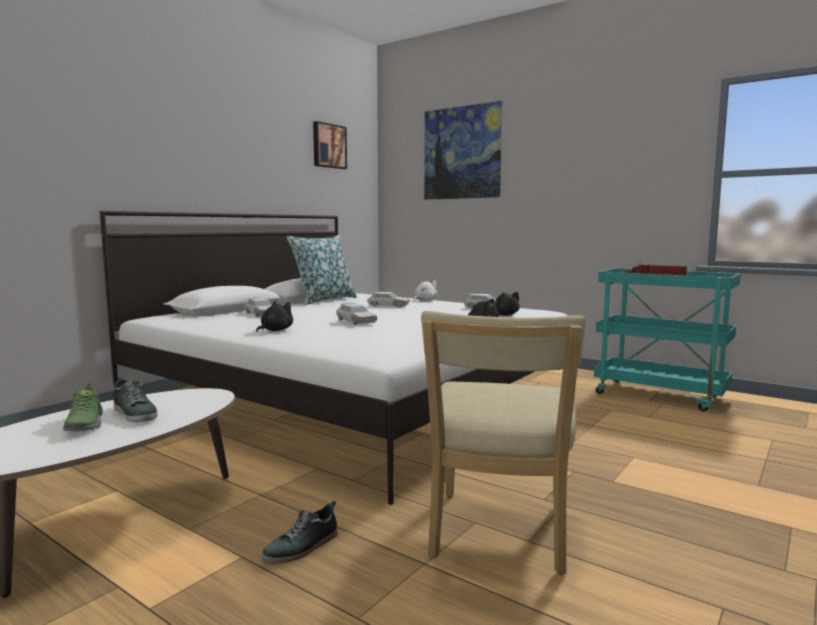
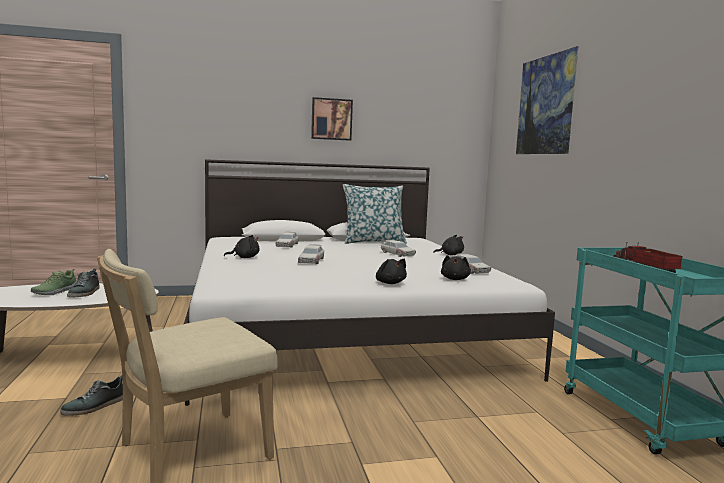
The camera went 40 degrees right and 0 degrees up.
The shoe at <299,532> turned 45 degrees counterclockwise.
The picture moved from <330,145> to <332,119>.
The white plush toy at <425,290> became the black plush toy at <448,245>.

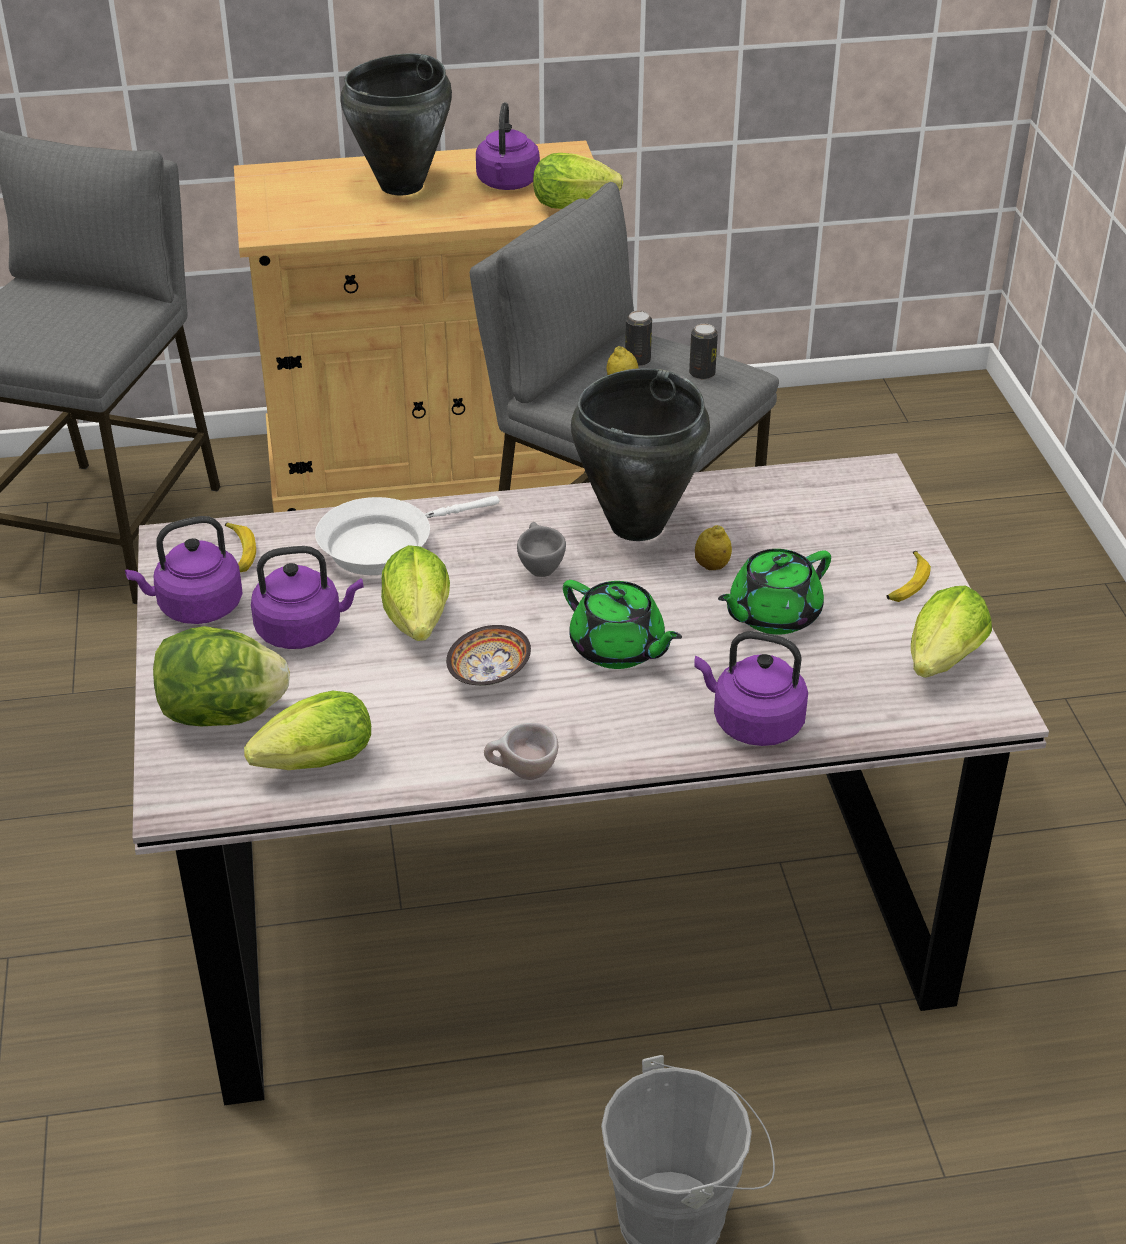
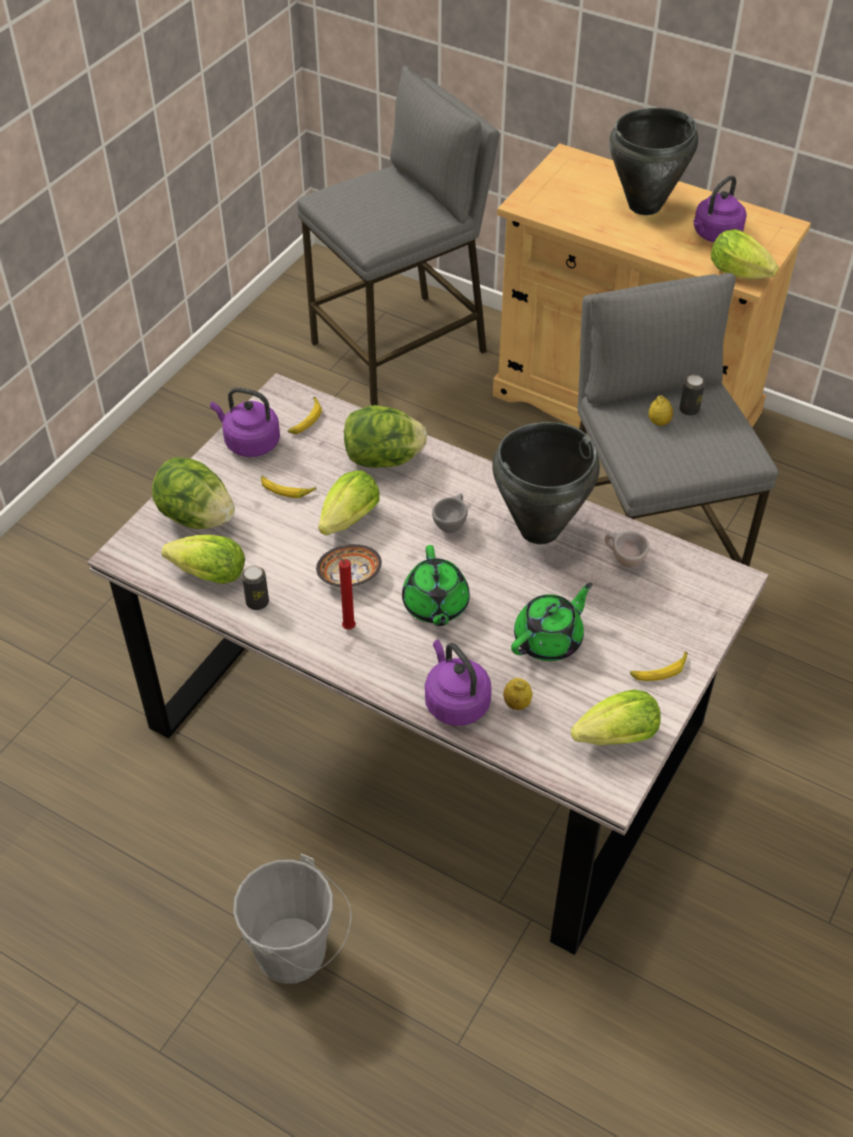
The camera went 40 degrees right and 10 degrees up.
The purple kettle at <307,597> was replaced by the banana at <288,487>.
The white frying pan at <407,535> was replaced by the lettuce at <385,436>.
The beige cup moved from <521,751> to <627,549>.
The can moved from <703,351> to <255,588>.
The lemon moved from <713,547> to <517,694>.
The green teapot at <774,592> turned 135 degrees clockwise.
The red candle at <344,590> appeared.

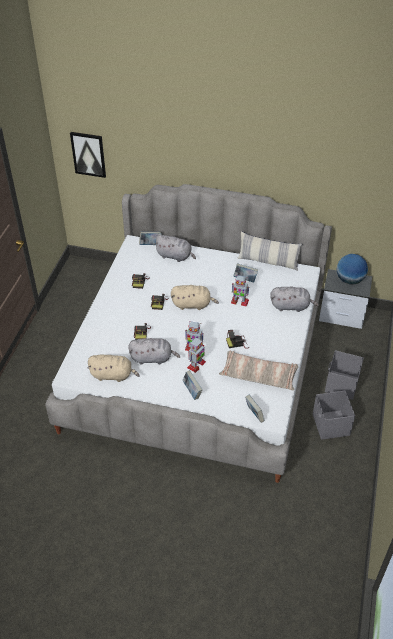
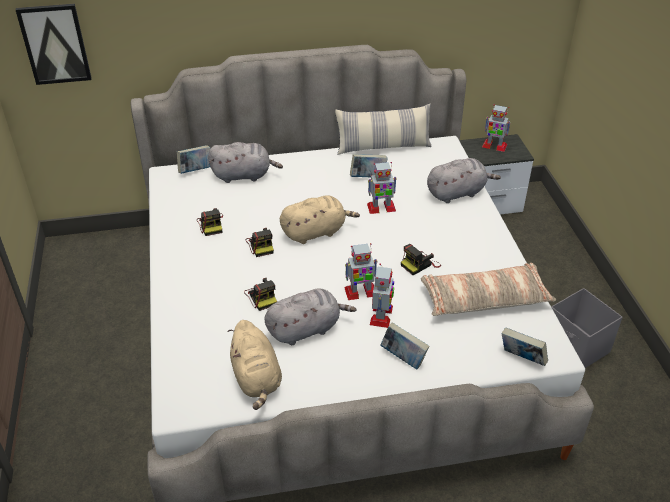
The camera went 25 degrees left and 5 degrees down.
The beige plush toy at <113,368> turned 90 degrees clockwise.
The grey storage box at <344,375> disappeared.
The globe at <352,269> was replaced by the toy robot at <496,128>.

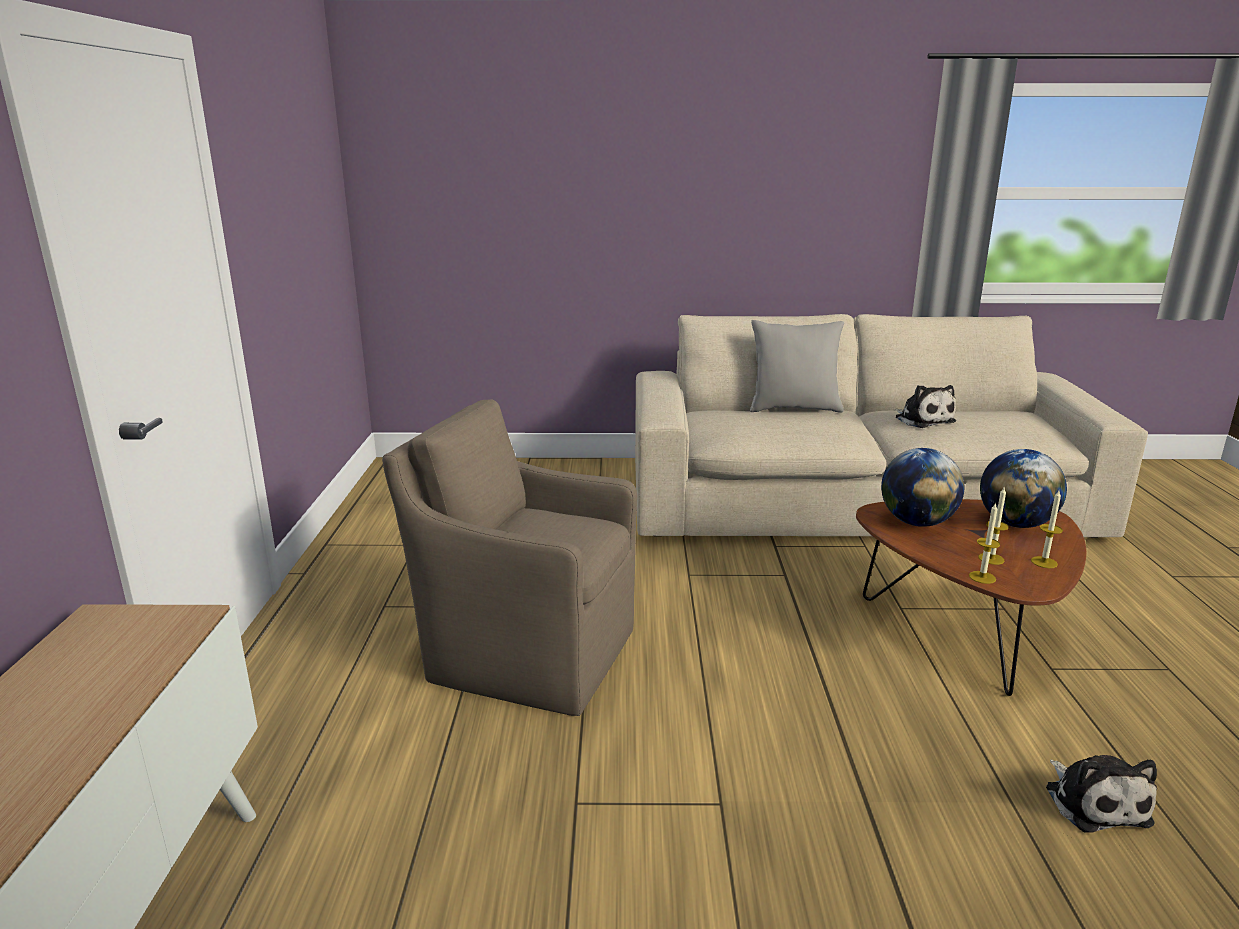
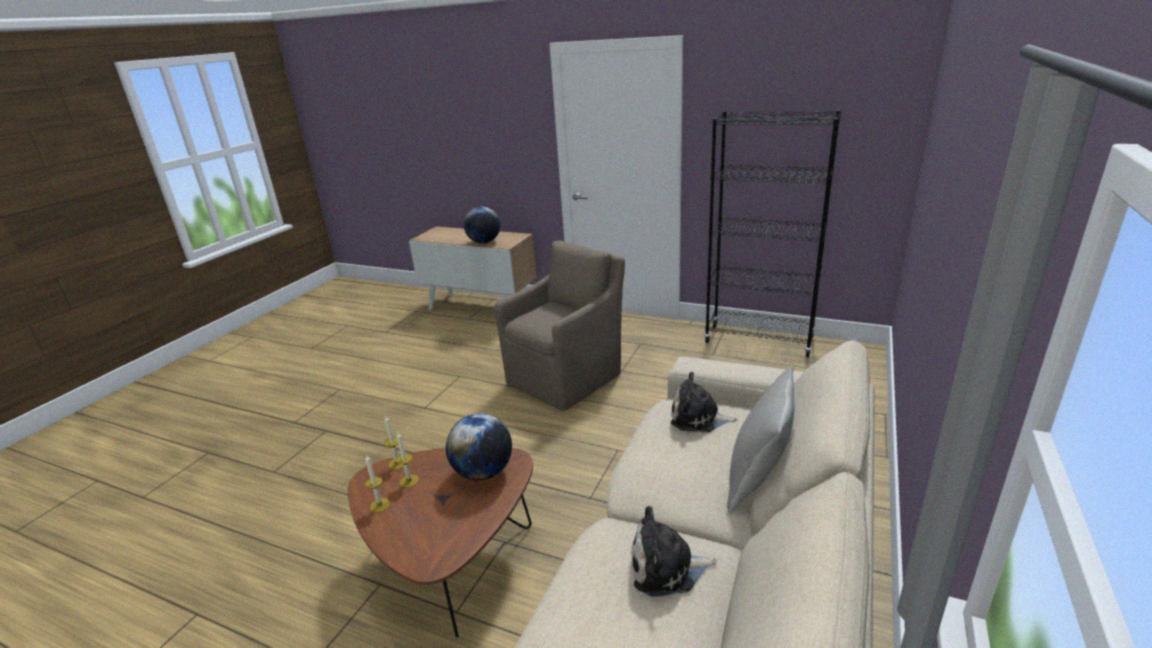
The camera went 115 degrees right and 5 degrees up.
The globe moved from <1023,488> to <482,224>.
The plush toy moved from <1101,794> to <704,402>.
The black bookcase at <772,233> appeared.

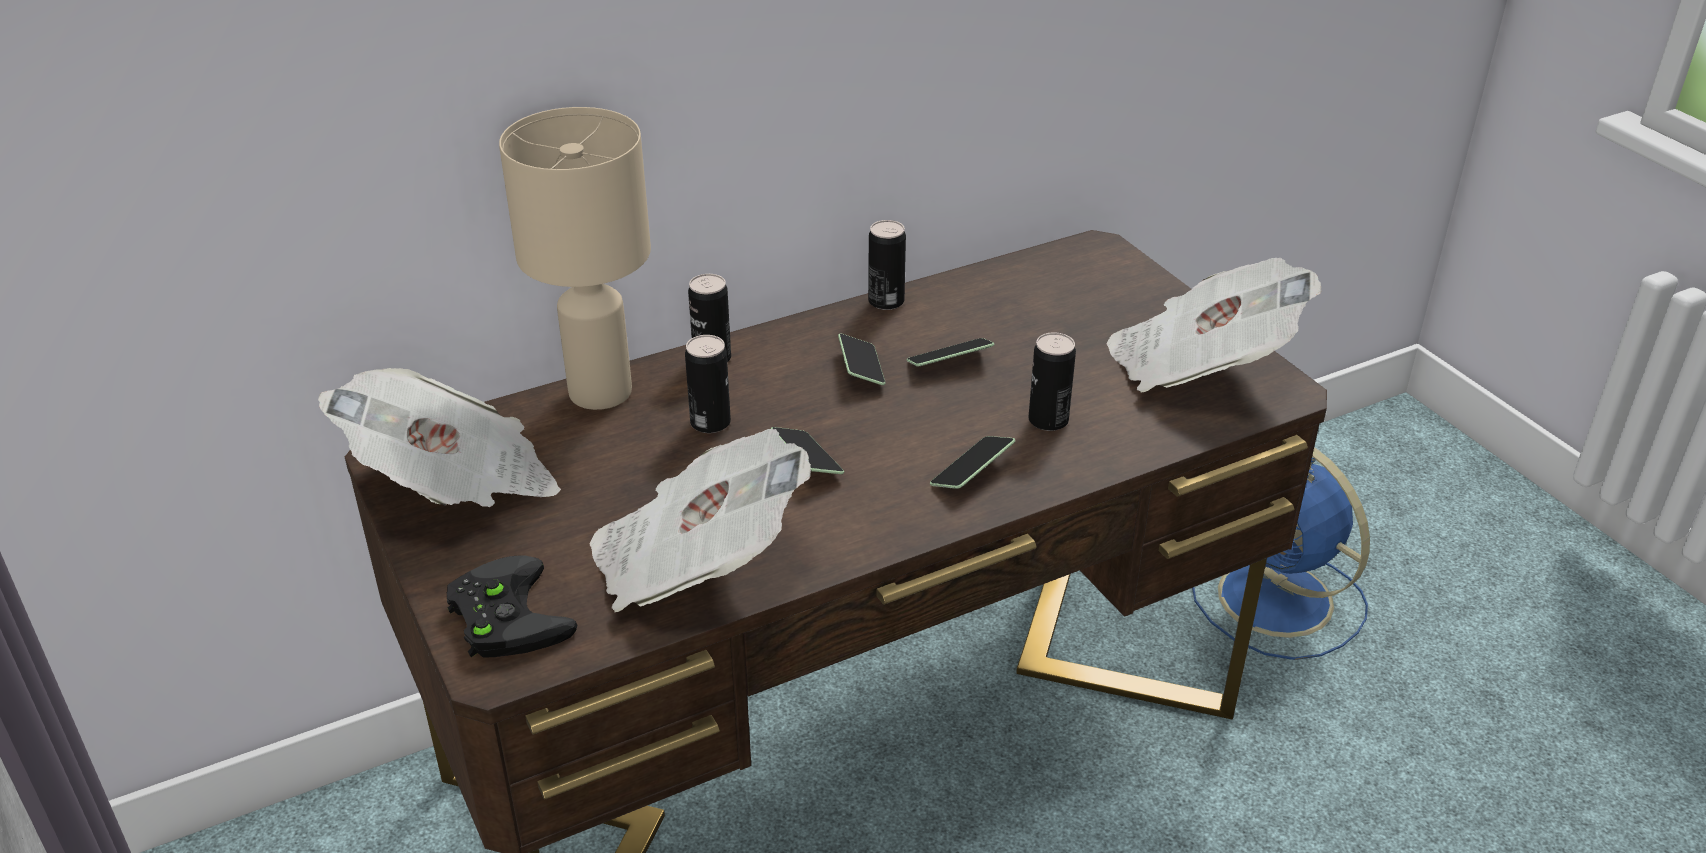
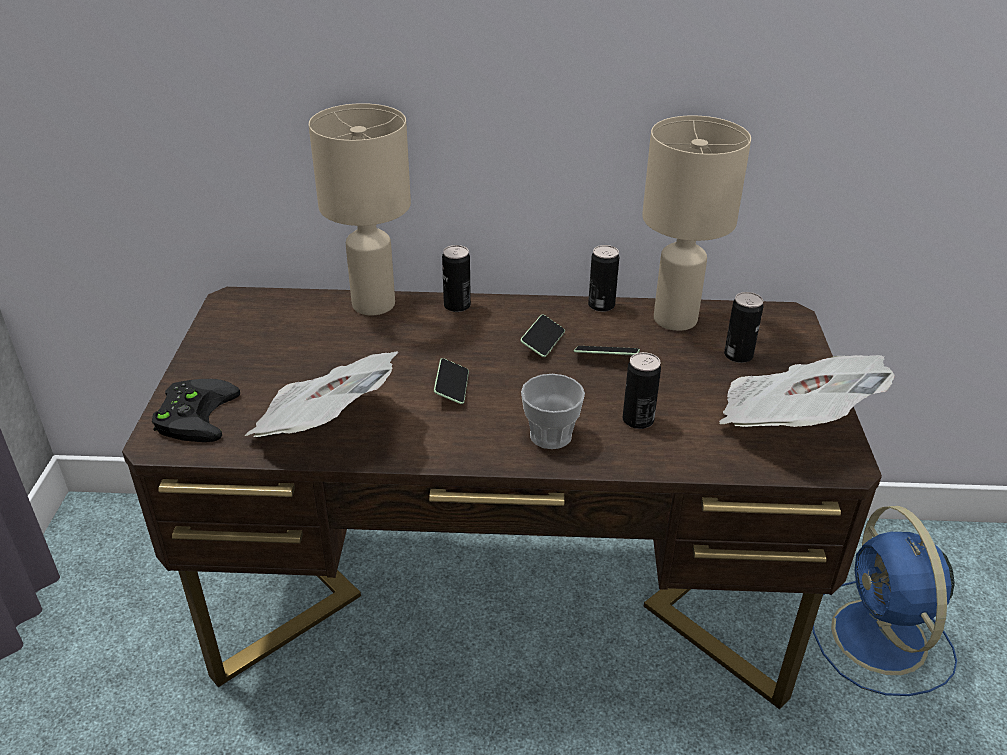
The camera went 30 degrees right and 0 degrees up.
The newspaper at <439,437> disappeared.
The can moved from <708,384> to <744,327>.
The phone at <972,462> was replaced by the cup at <553,411>.
The beige table lamp at <696,223> appeared.

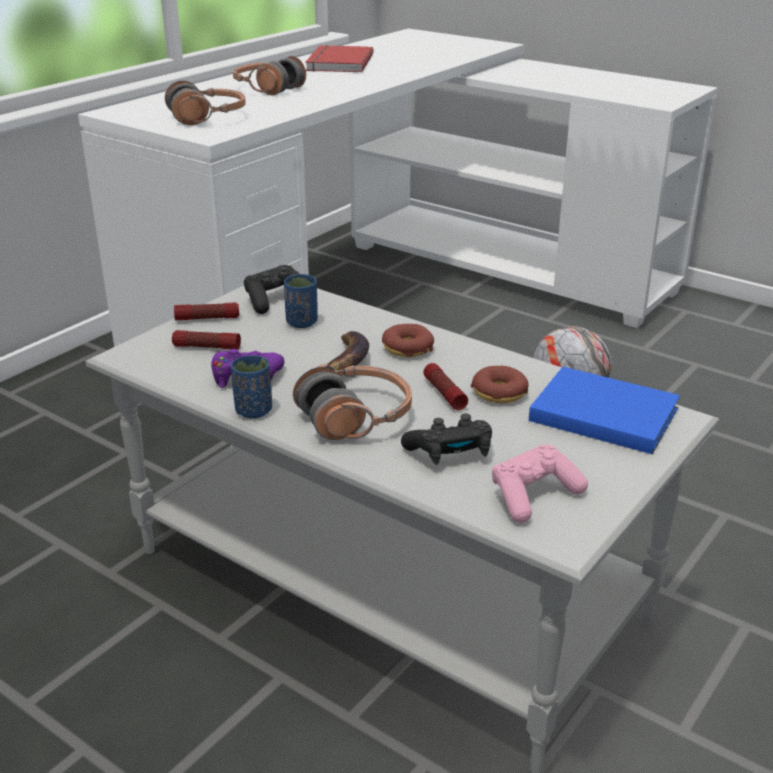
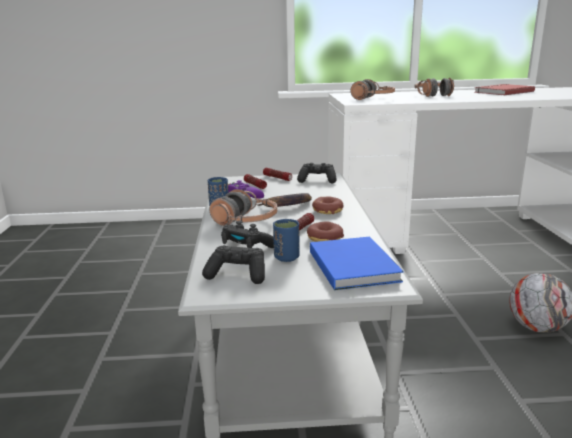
The camera went 50 degrees right and 10 degrees down.
The blue cup moved from <301,301> to <286,240>.
The pink game controller at <540,483> became the black game controller at <233,264>.

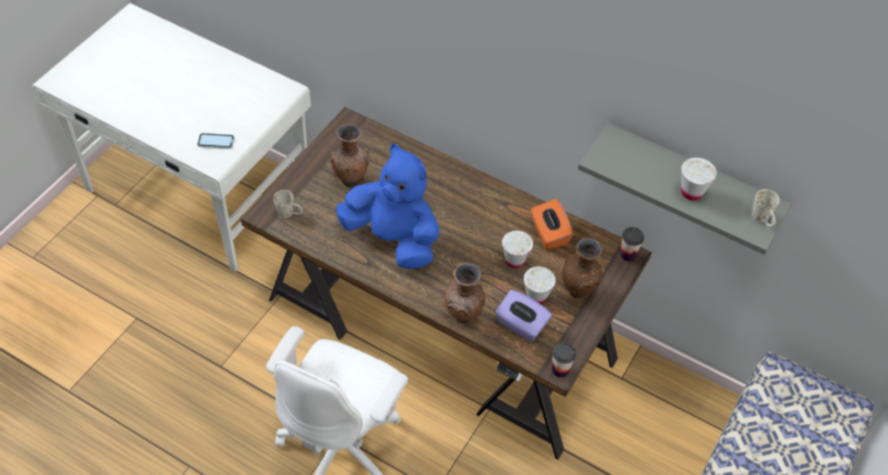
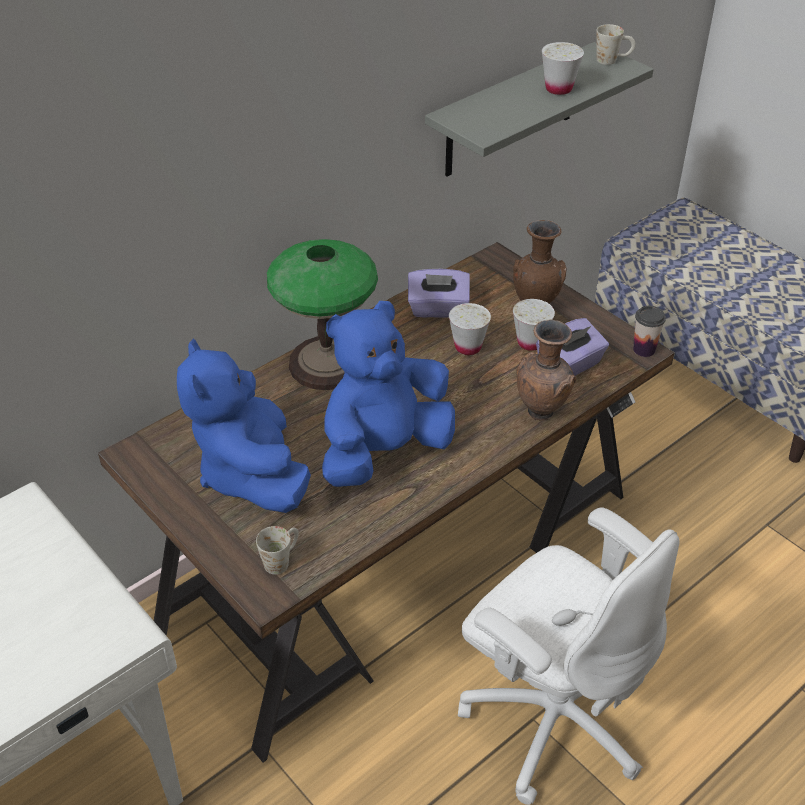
The camera went 70 degrees left and 10 degrees down.
The phone at <215,141> disappeared.
The brown vase at <350,155> was replaced by the blue plush toy at <244,426>.
The orange tissue box at <552,224> became the purple tissue box at <439,293>.
The cup at <632,244> disappeared.
The table lamp at <322,314> appeared.

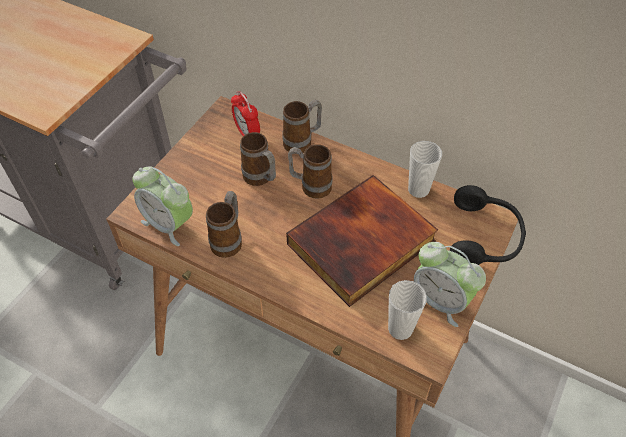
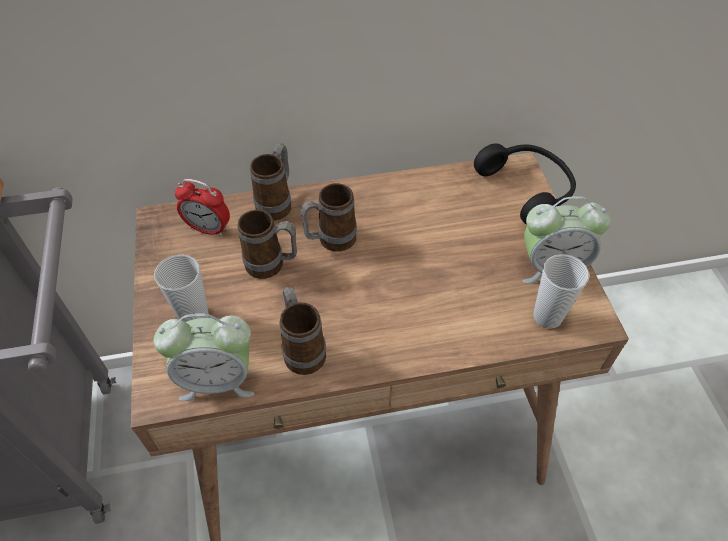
The camera went 40 degrees left and 0 degrees up.
The book at <362,241> disappeared.
The cup moved from <425,169> to <181,288>.

